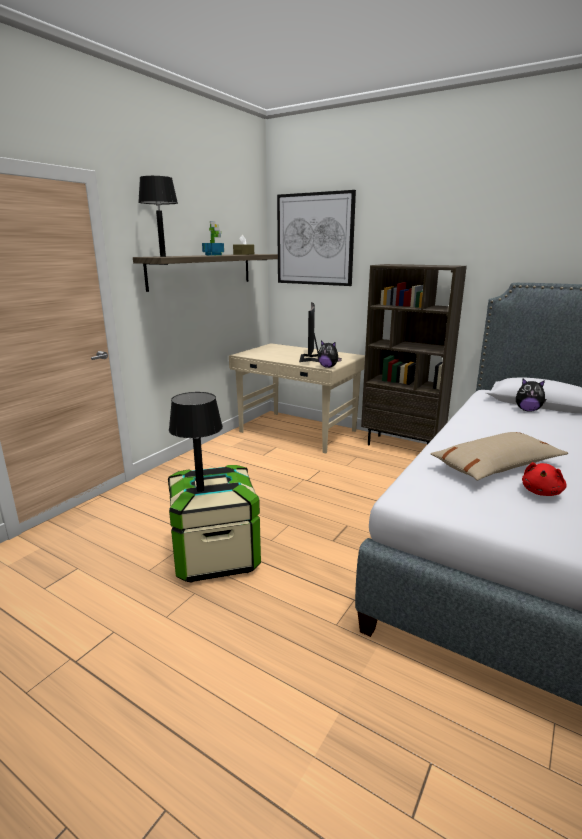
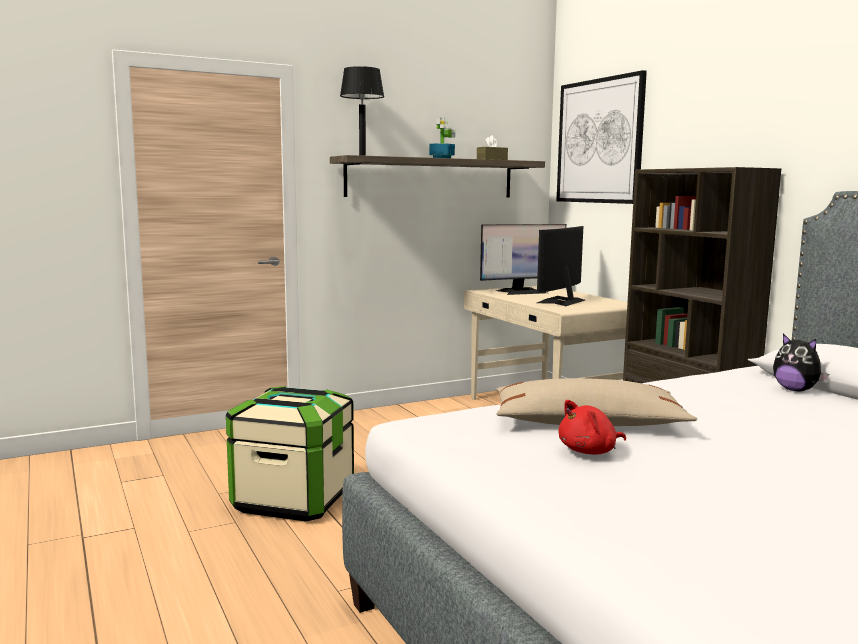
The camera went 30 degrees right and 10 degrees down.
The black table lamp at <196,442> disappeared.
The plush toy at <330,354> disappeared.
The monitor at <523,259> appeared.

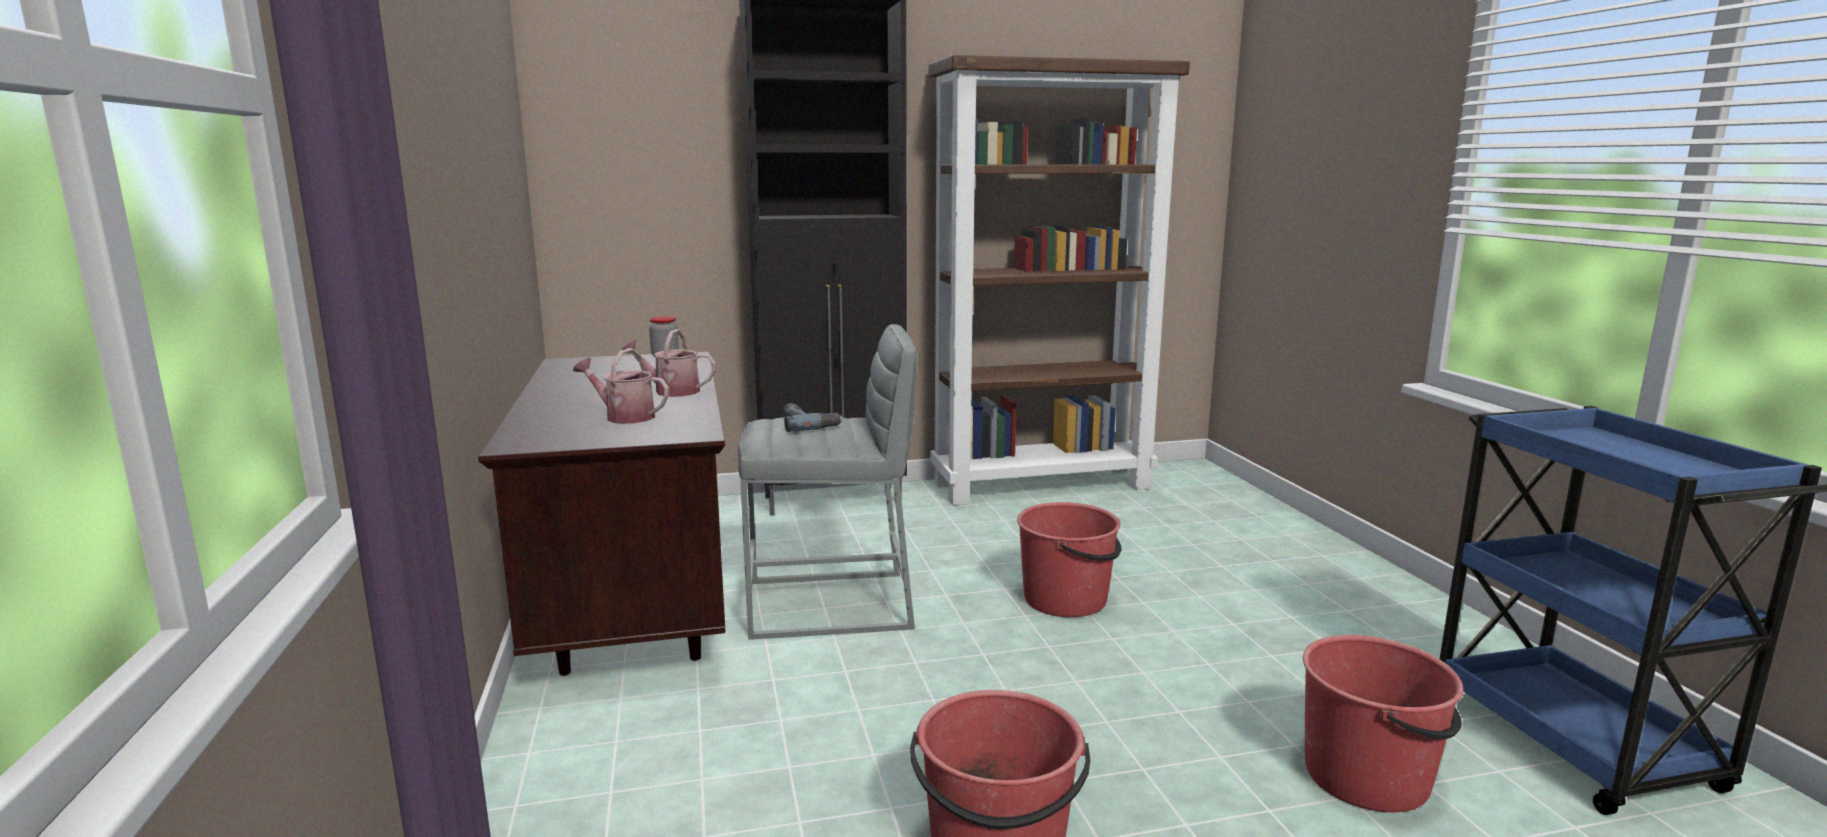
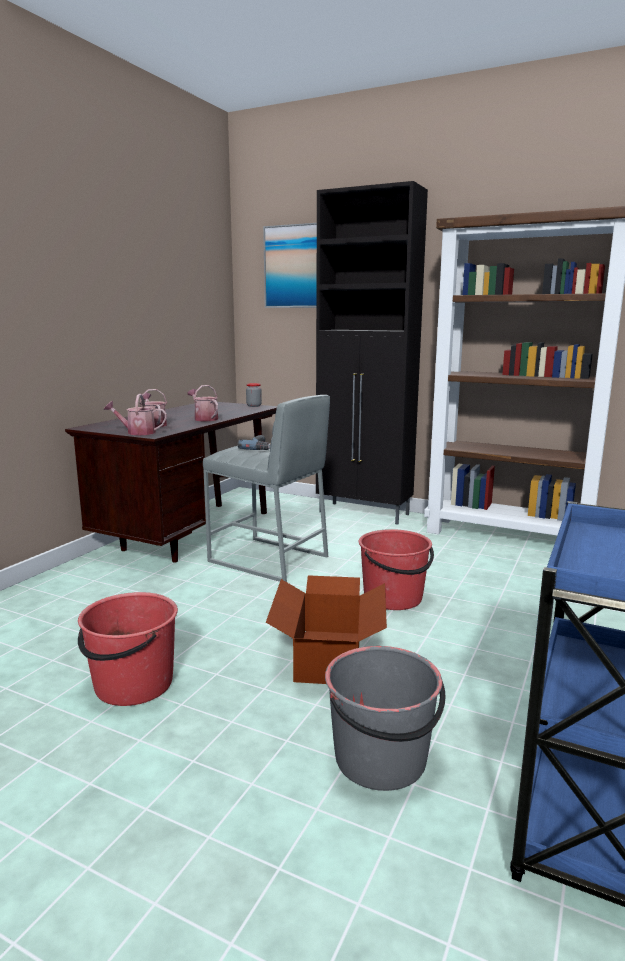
The camera went 40 degrees right and 0 degrees up.
The red bucket at <1383,723> became the grey bucket at <385,718>.
The watering can at <135,415> appeared.
The picture at <290,265> appeared.
The cardboard box at <326,629> appeared.

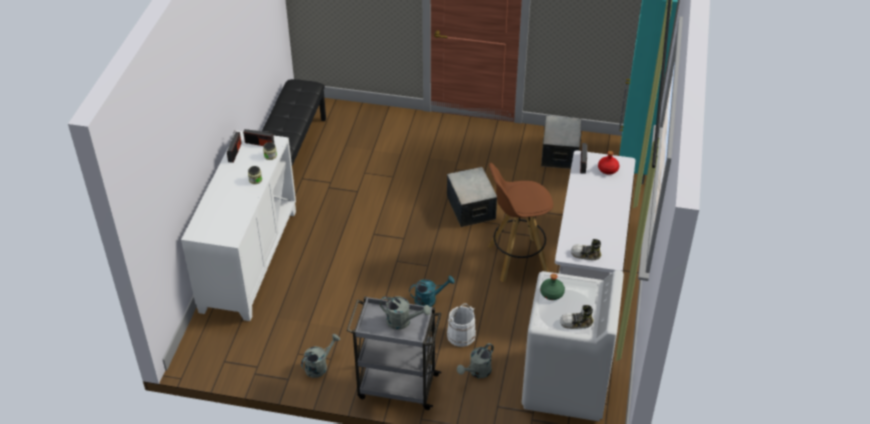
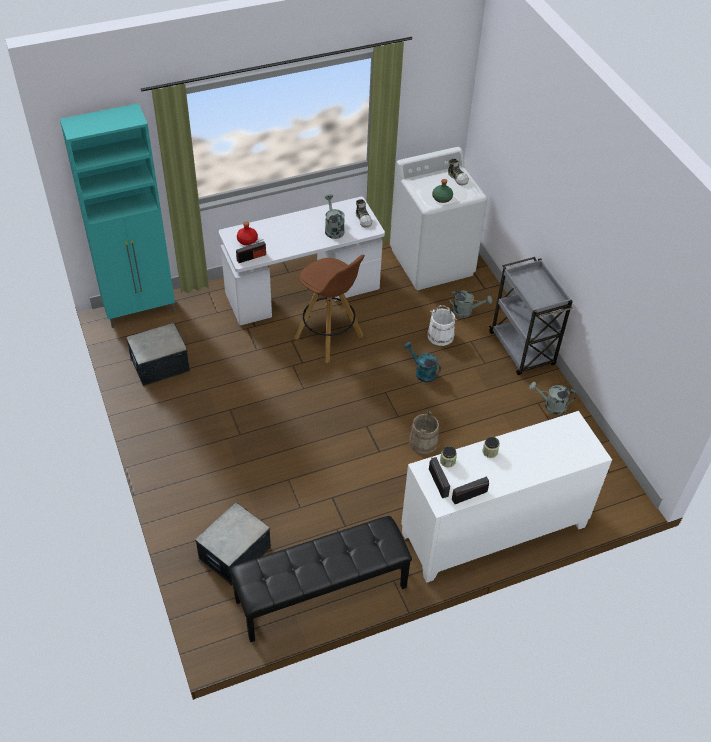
The camera went 125 degrees left and 5 degrees up.
The grey watering can moved from <405,313> to <335,216>.
The storage box moved from <472,197> to <233,544>.
The beige bucket at <424,432> appeared.

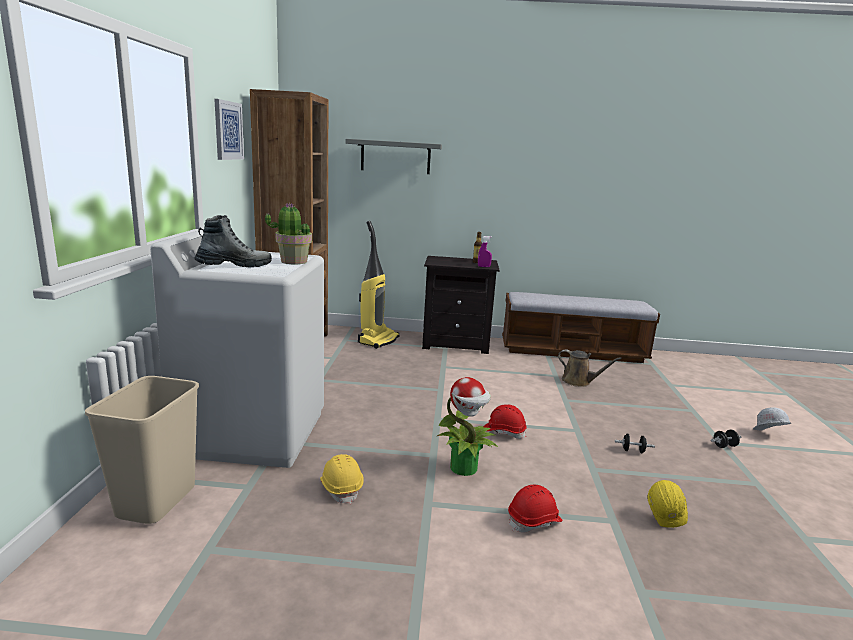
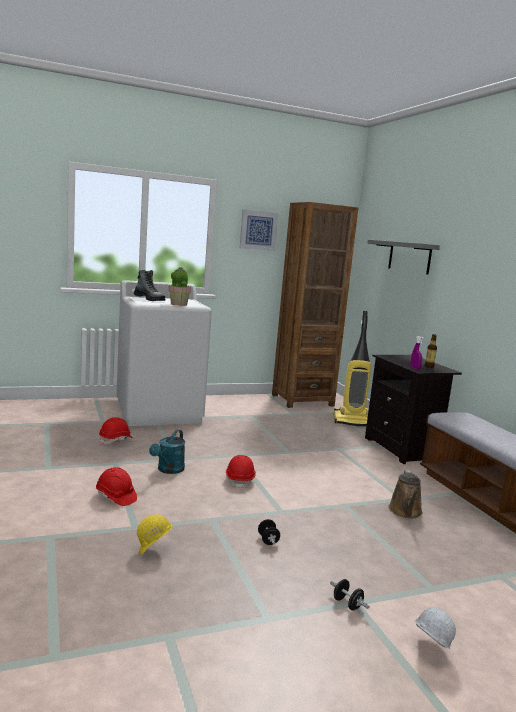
The camera went 65 degrees right and 5 degrees down.
The beige trash can at <142,450> disappeared.
The yellow hard hat at <342,479> became the red hard hat at <116,430>.
The potted plant at <467,426> was replaced by the turquoise watering can at <167,452>.

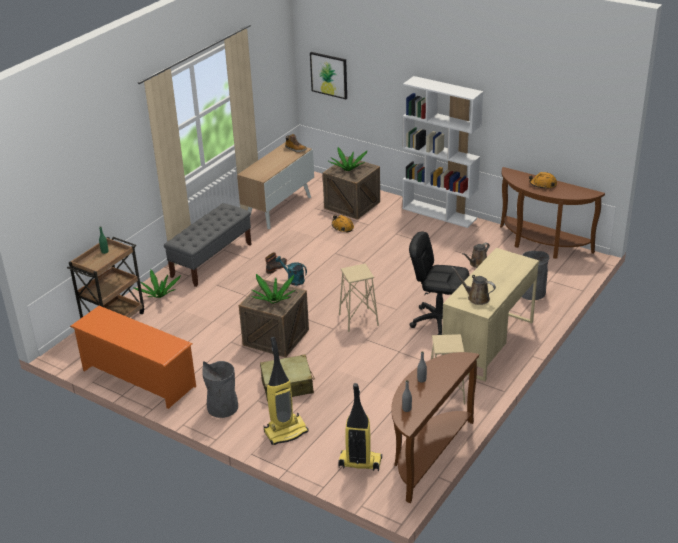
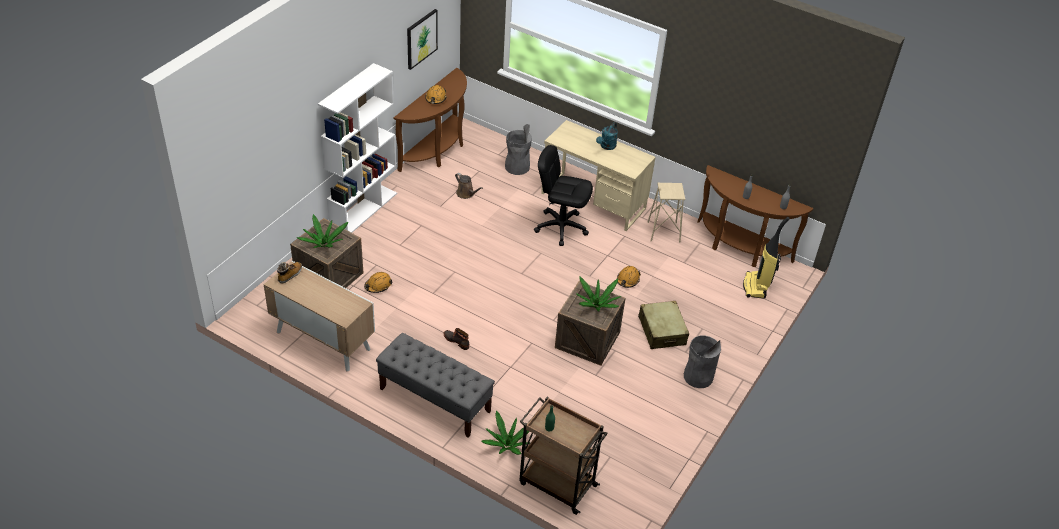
The camera went 95 degrees left and 10 degrees up.
The orange shoe rack at <133,357> disappeared.
The vacuum cleaner at <286,391> disappeared.
The turquoise watering can moved from <291,271> to <607,136>.
The picture moved from <328,75> to <422,39>.
The beige stool at <359,298> disappeared.
The black office chair at <439,283> turned 90 degrees clockwise.
The brown watering can at <474,286> disappeared.
The orange hard hat at <629,277> appeared.

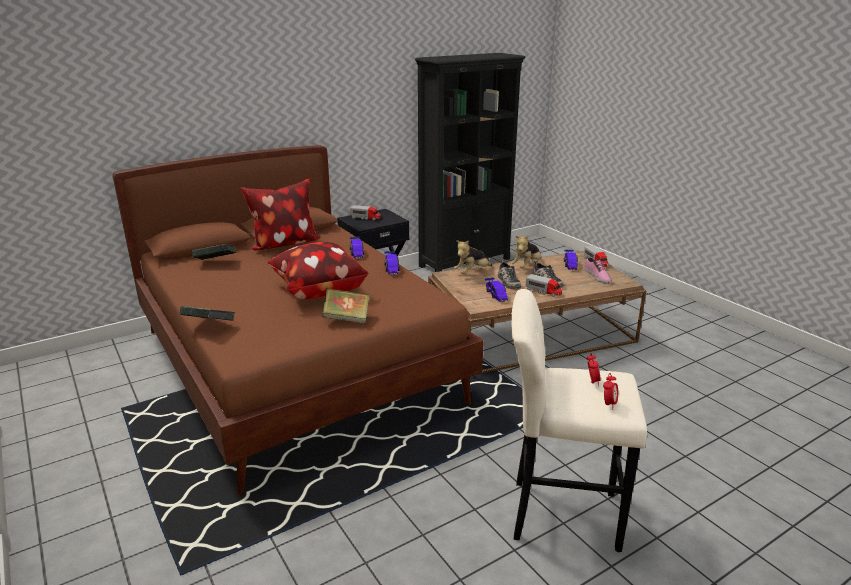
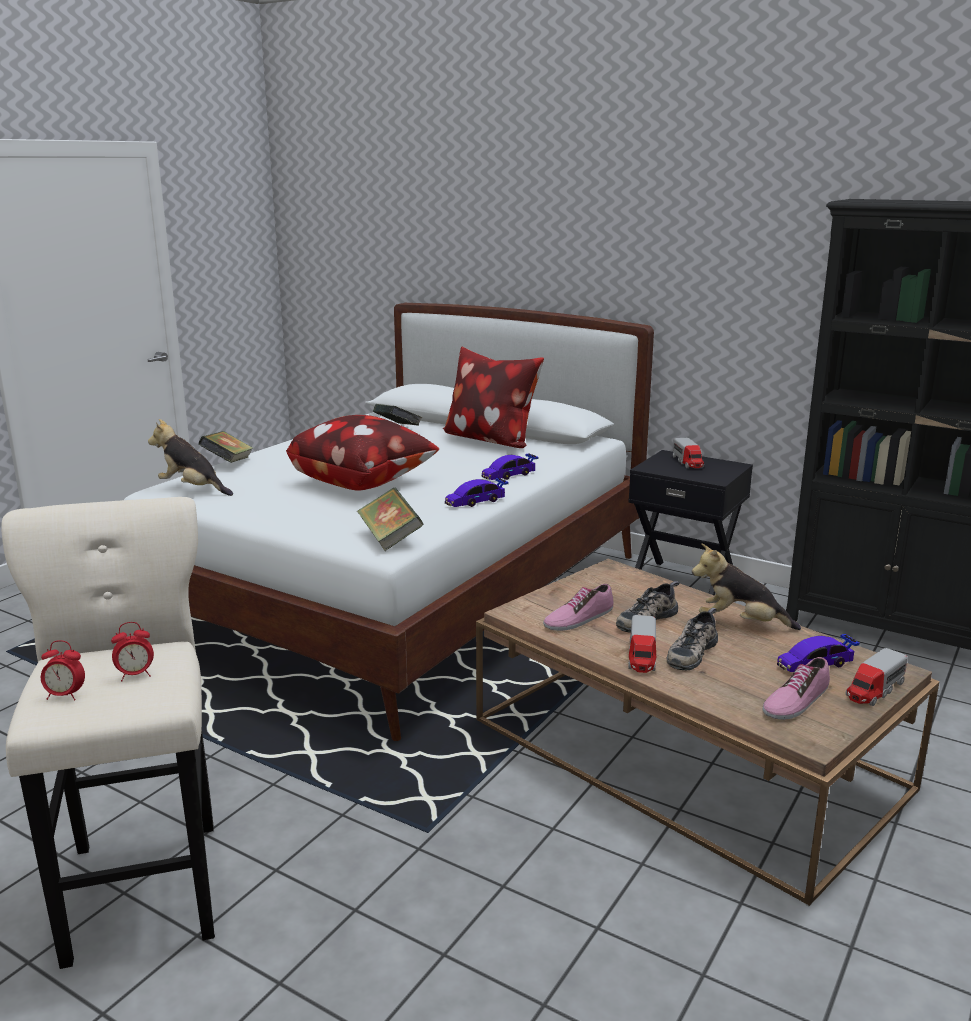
The camera went 65 degrees right and 5 degrees down.
The brown bed at <298,319> became the white bed at <389,522>.
The book moved from <345,306> to <390,519>.
The plush toy moved from <473,257> to <190,457>.
The toy car at <496,289> was replaced by the shoe at <578,607>.

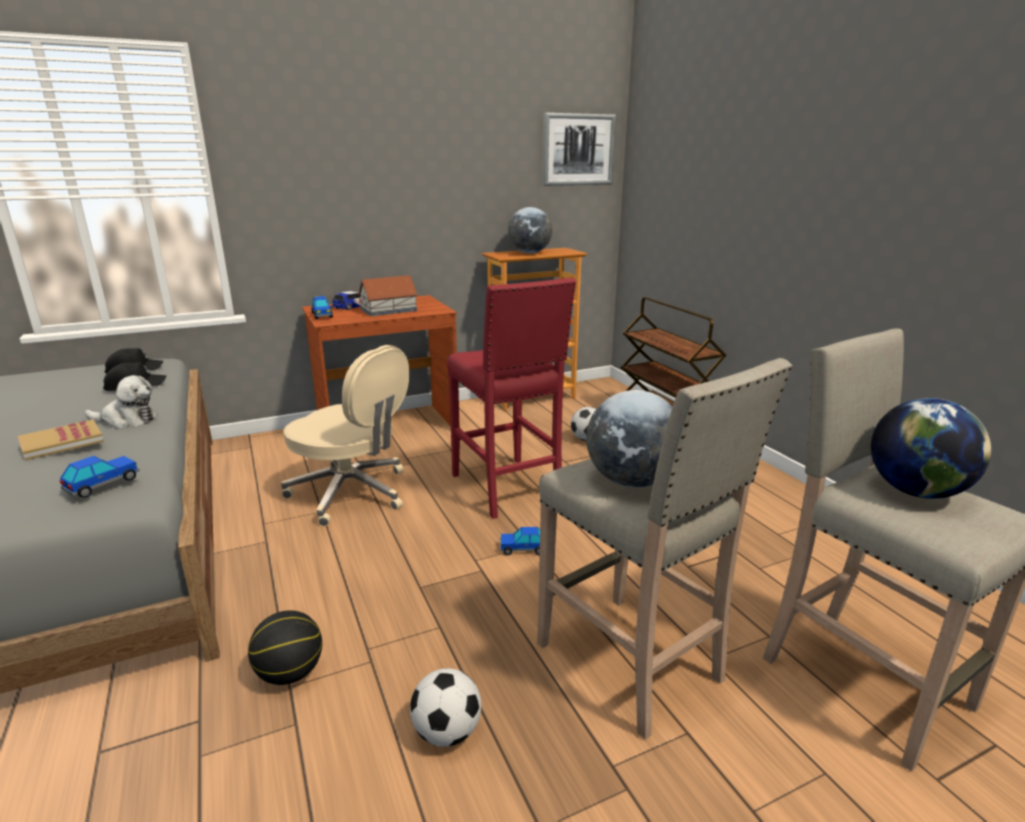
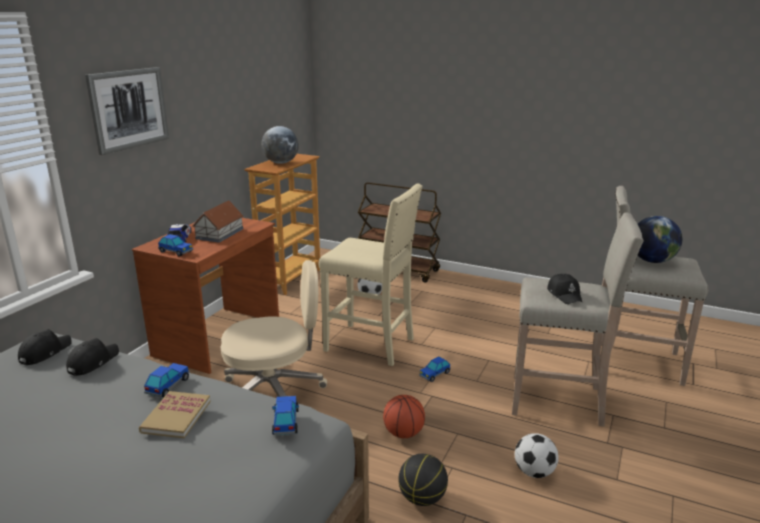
The camera went 40 degrees left and 0 degrees up.
The plush toy at <121,402> was replaced by the toy car at <167,380>.
The red stool at <511,398> became the beige stool at <370,274>.
The picture moved from <579,149> to <127,111>.
The globe at <629,438> was replaced by the black cap at <565,288>.
The basketball at <404,416> appeared.

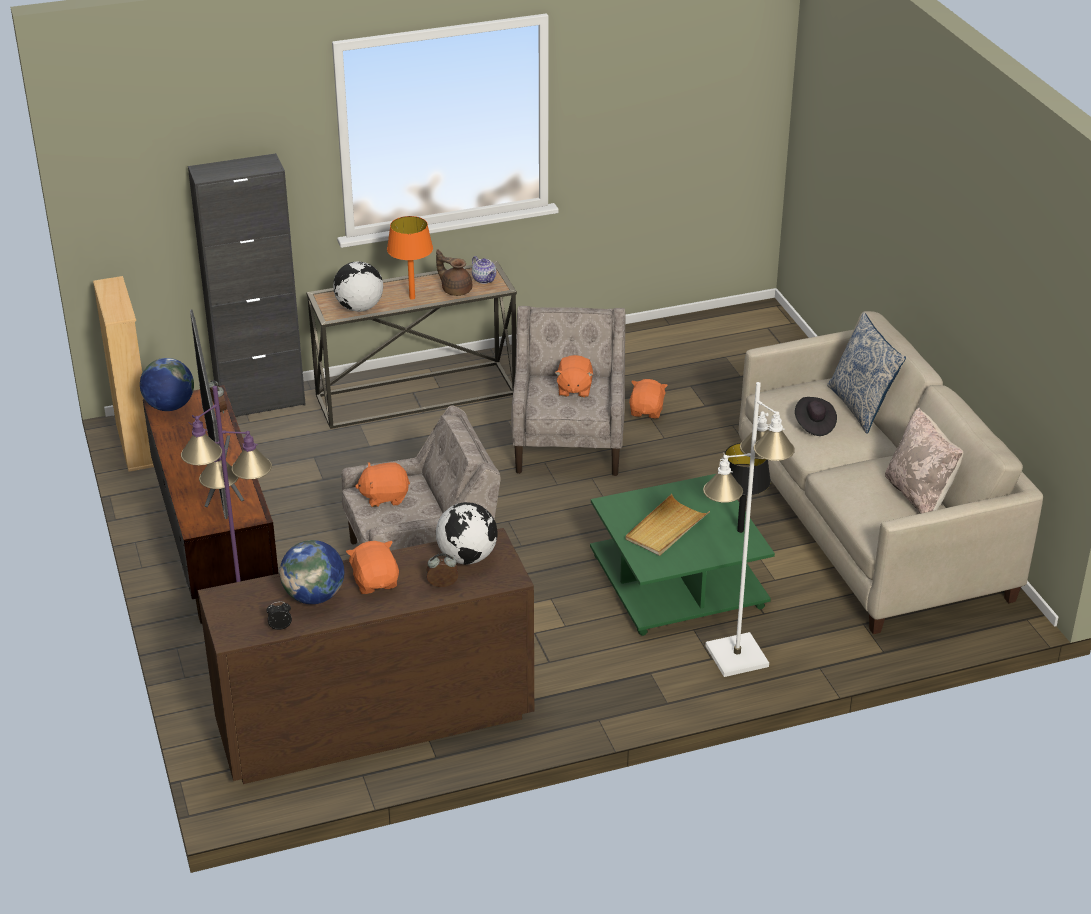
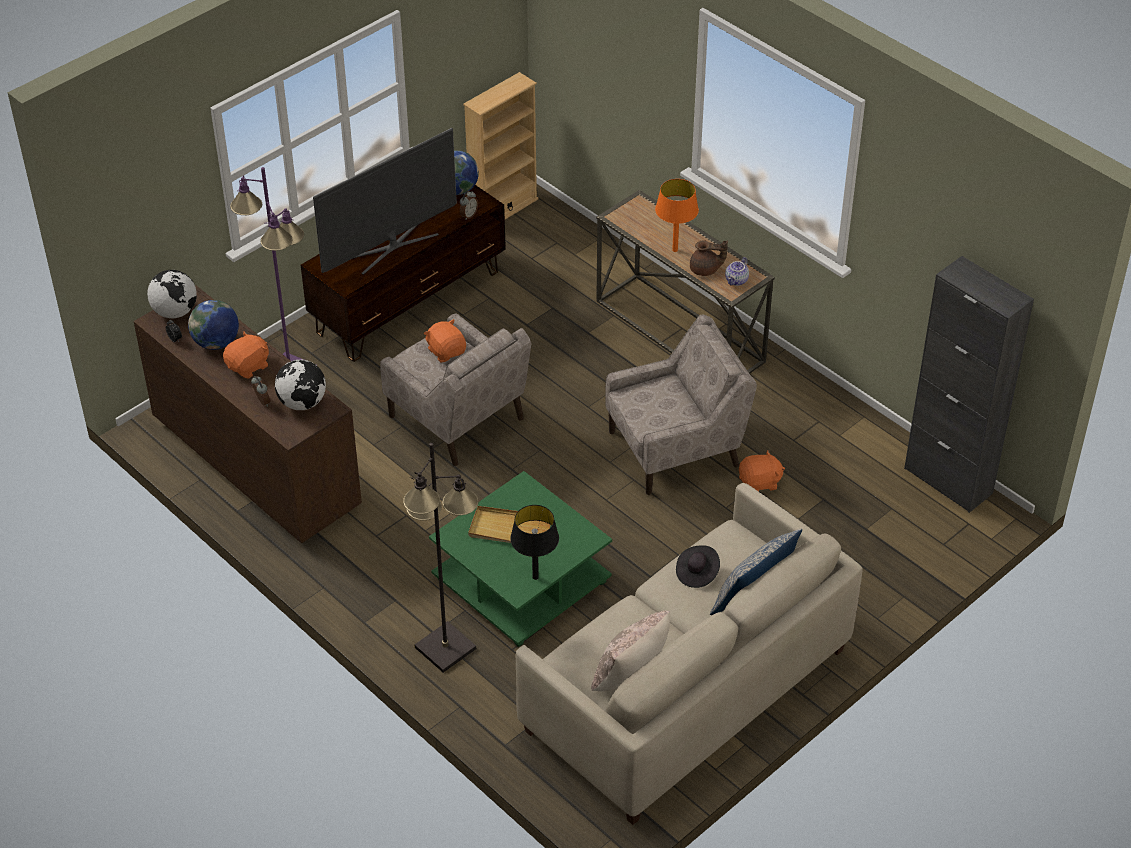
The camera went 65 degrees right and 10 degrees up.
The black cabinet moved from <247,285> to <969,384>.
The globe moved from <358,286> to <172,294>.
The brown teapot at <454,272> turned 90 degrees clockwise.
The orange plush toy at <574,376> disappeared.
The white floor lamp at <749,529> became the black floor lamp at <440,558>.

